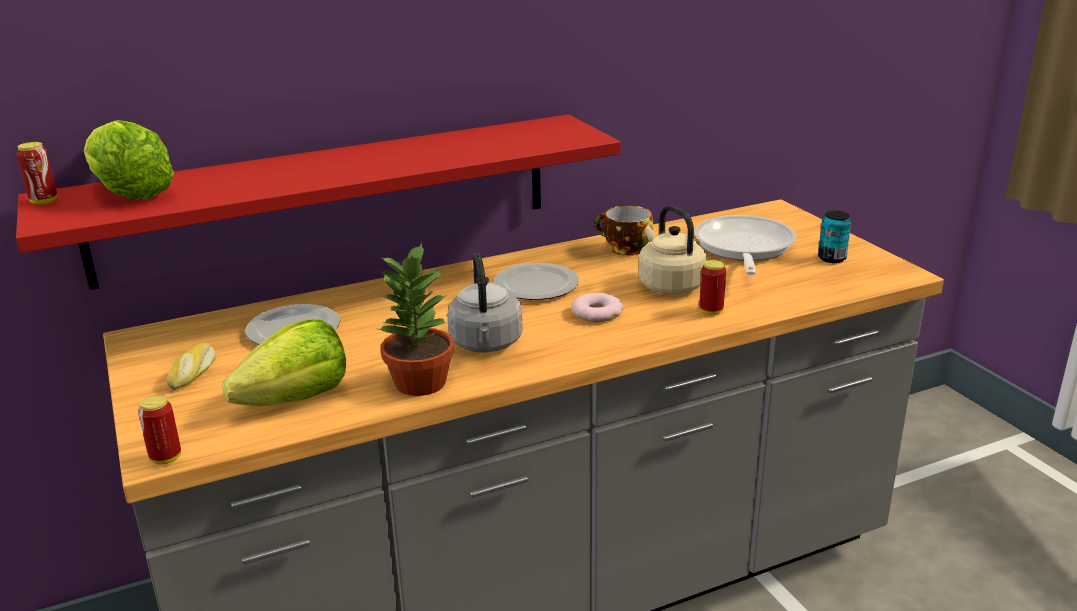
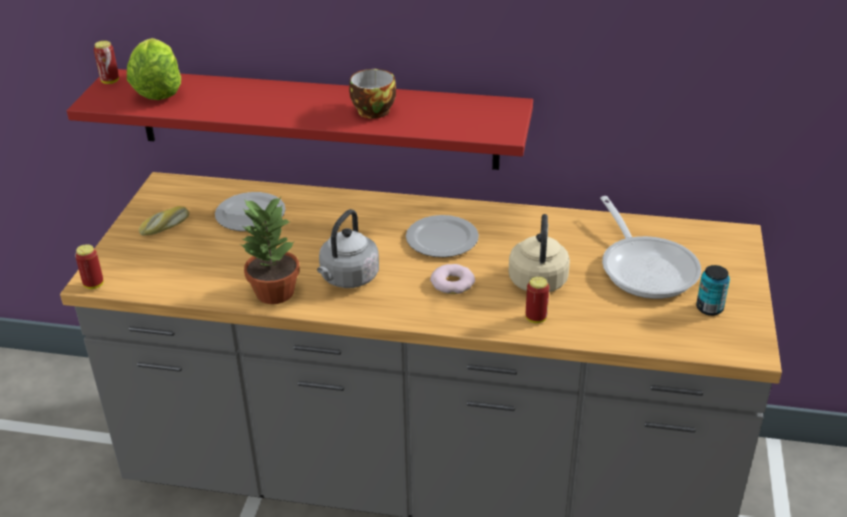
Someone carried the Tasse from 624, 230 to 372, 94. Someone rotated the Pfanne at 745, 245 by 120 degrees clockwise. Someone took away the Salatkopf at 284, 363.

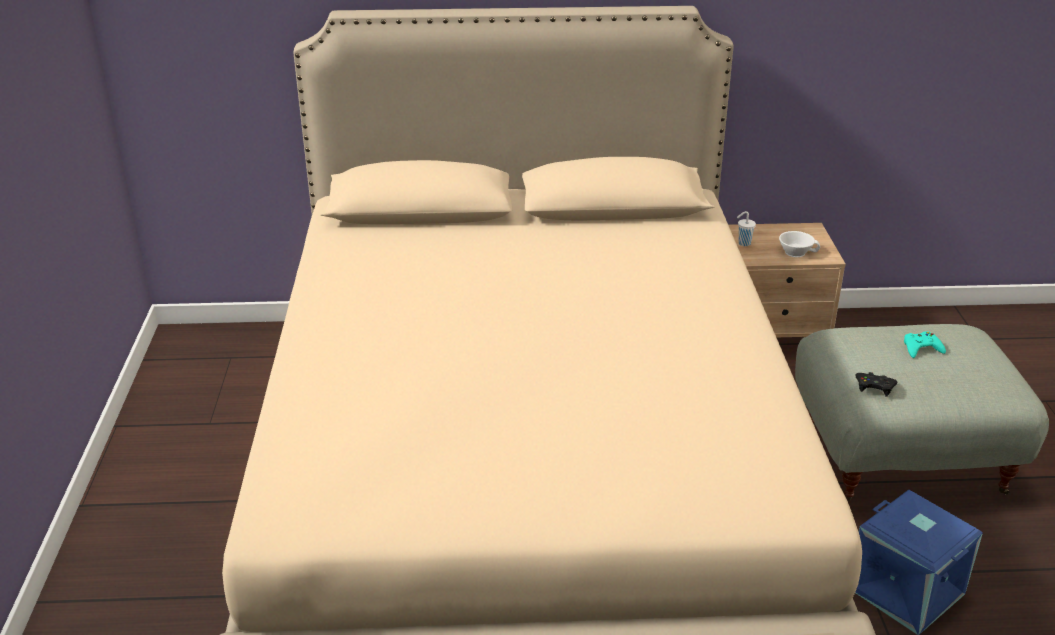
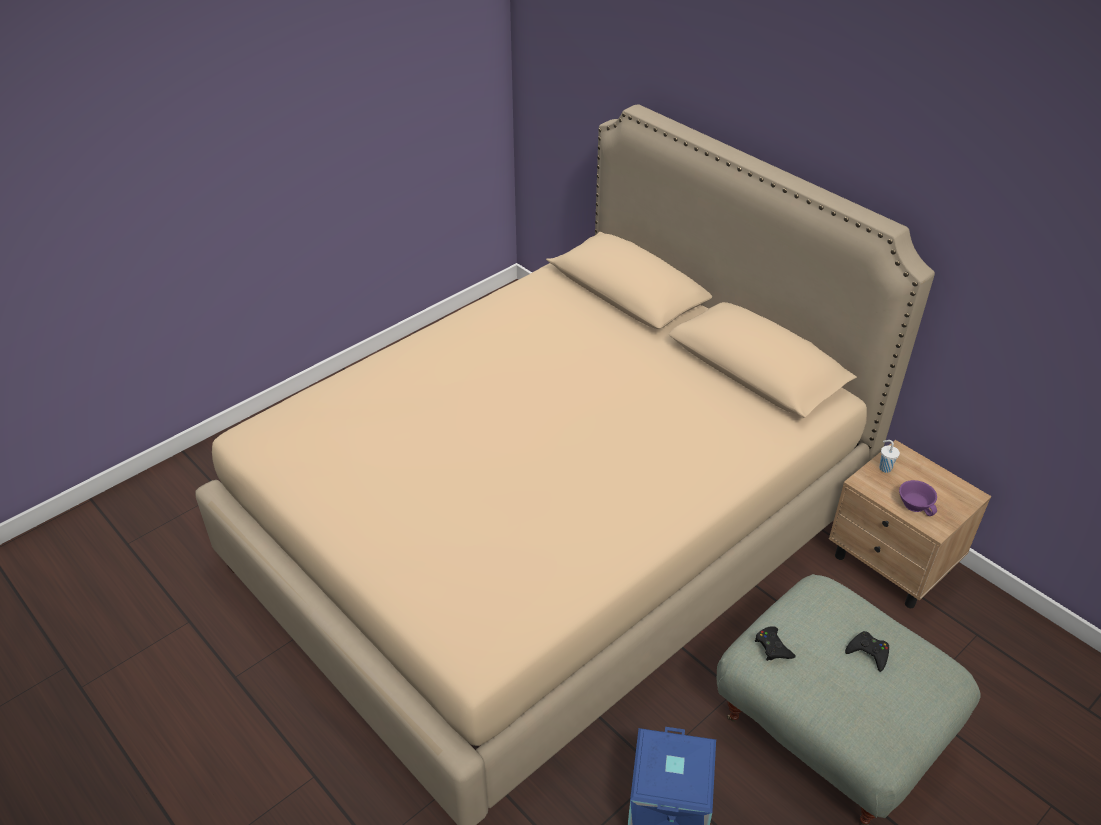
Someone repainted the Gamepad (türkis) at 925, 344, which became the Gamepad (schwarz) at 867, 651. Someone repainted the Tasse (weiß) at 799, 244, which became the Tasse (lila) at 918, 498.

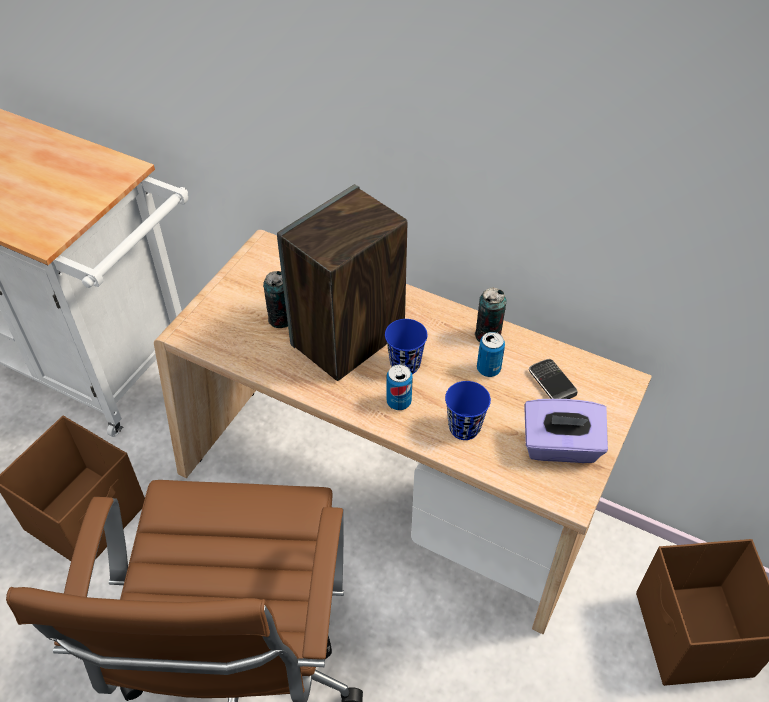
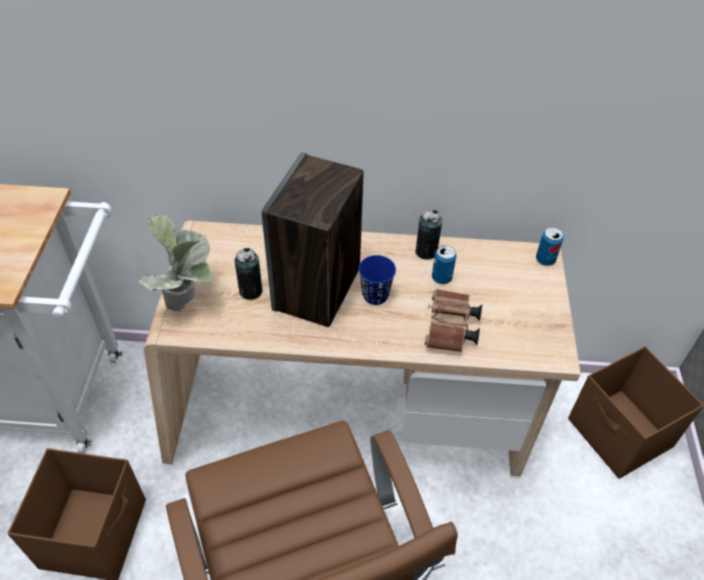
Someone put down the Topfpflanze at 175, 263. Someone swapped the Tasse (blau) at 468, 410 for the Fernglas (braun) at 453, 320. Someone carried the Dose from 399, 387 to 550, 246. Someone took away the Taschentuchbox (lila) at 566, 431. Someone took away the Handy at 553, 379.

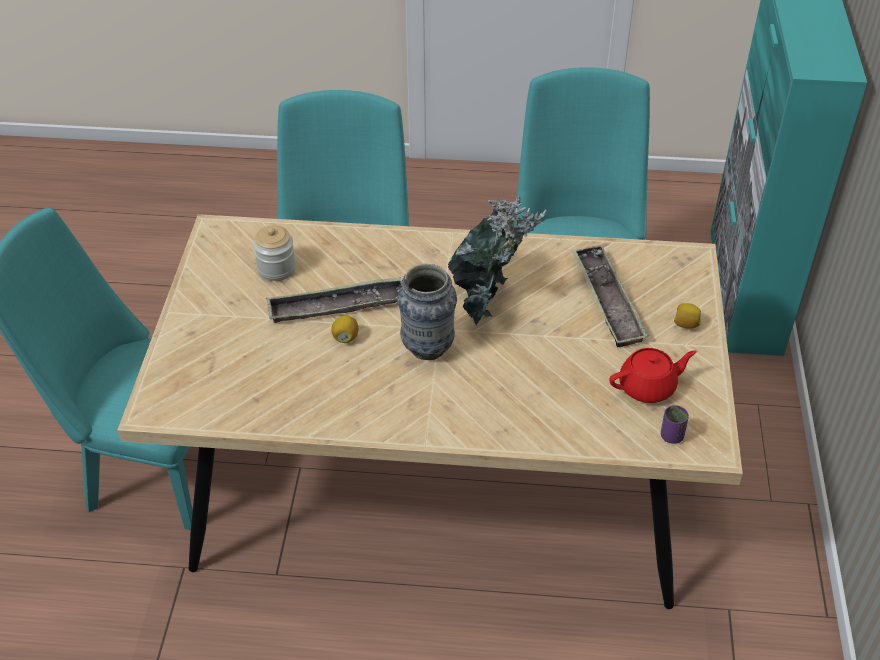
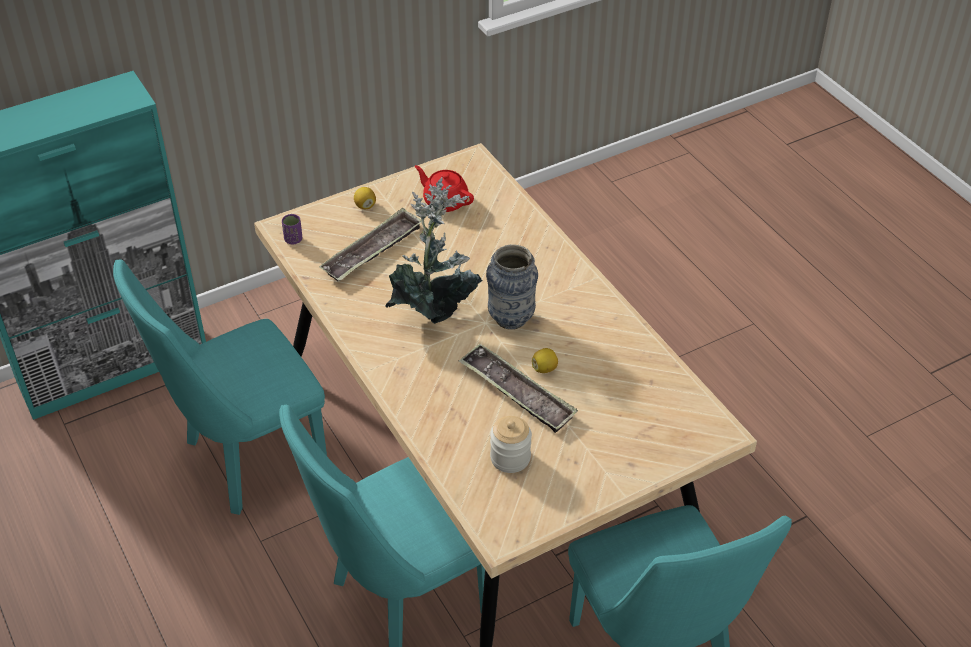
Someone carried the Tasse (lila) from 675, 424 to 292, 229.

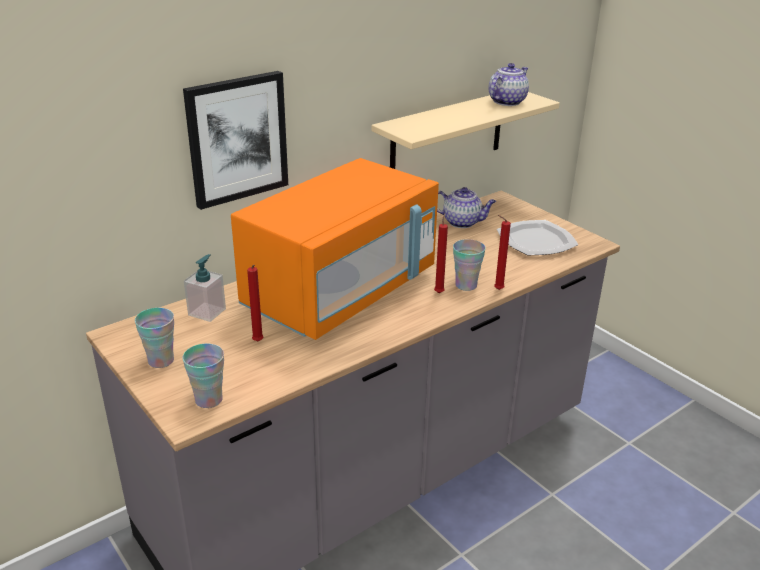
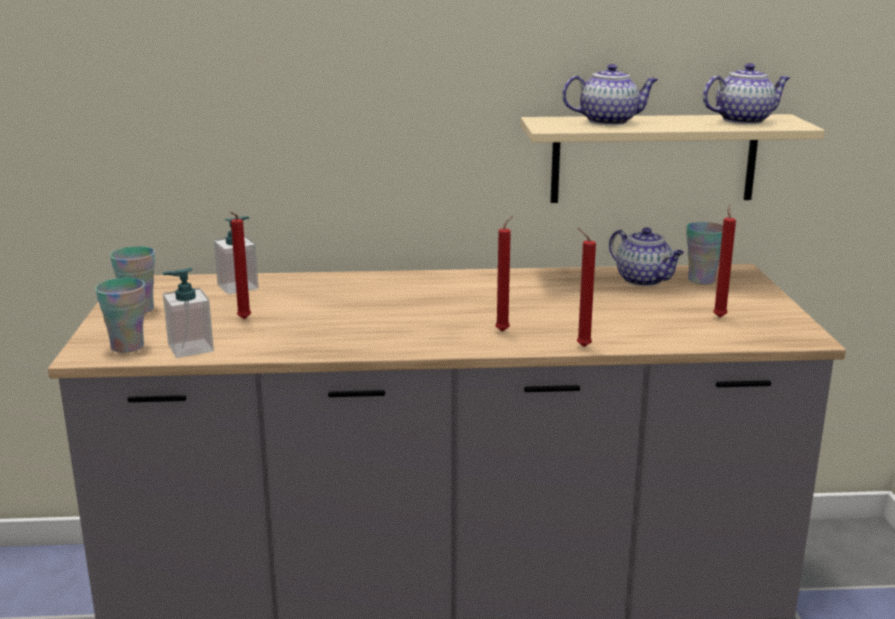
Someone put down the Seifenspender at 188, 313. Someone put down the Teekanne at 610, 94. Someone carried the Tasse from 469, 265 to 705, 253. Someone swapped the Teller at 537, 237 for the Kerze (rot) at 724, 261. Someone took away the Bild at 235, 140. Someone took away the Mikrowelle (orange) at 335, 249.

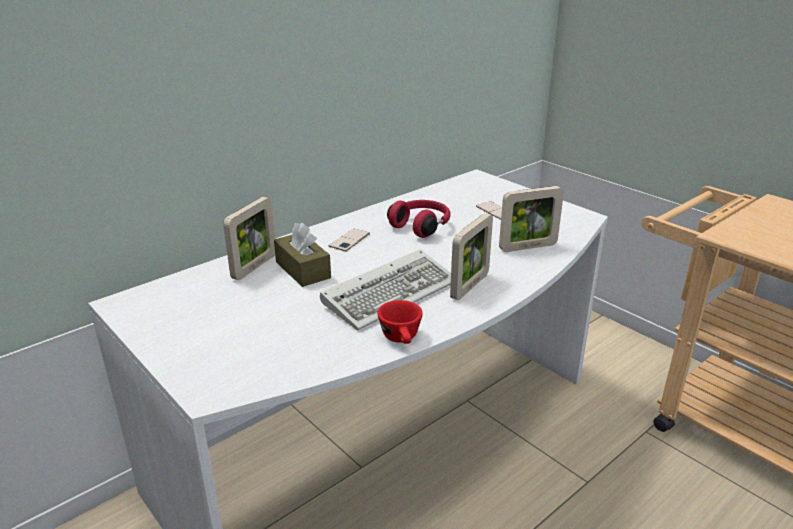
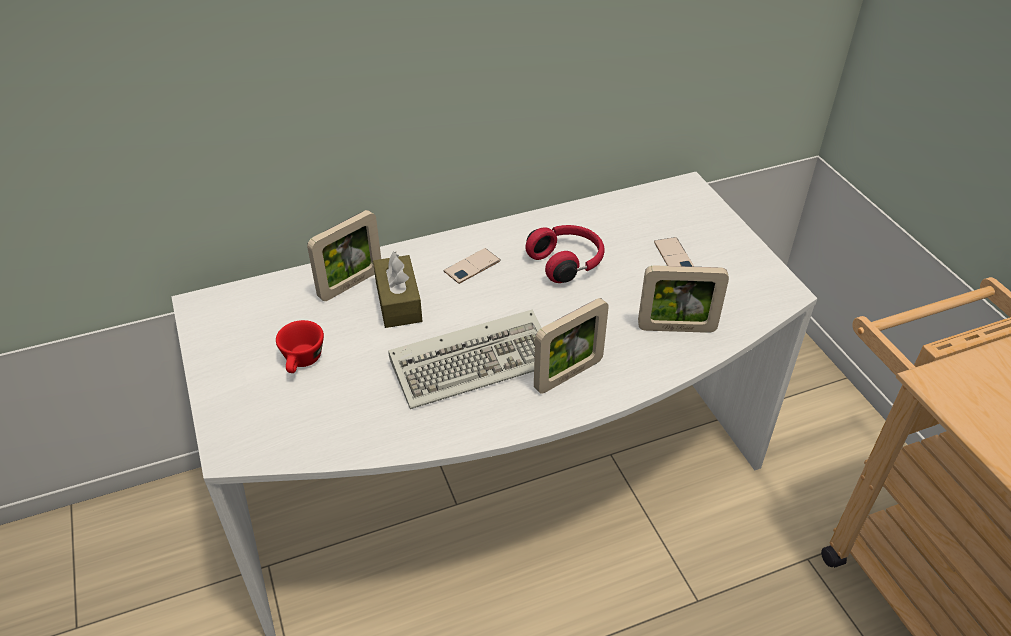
Someone carried the Tasse (rot) from 400, 322 to 300, 346.

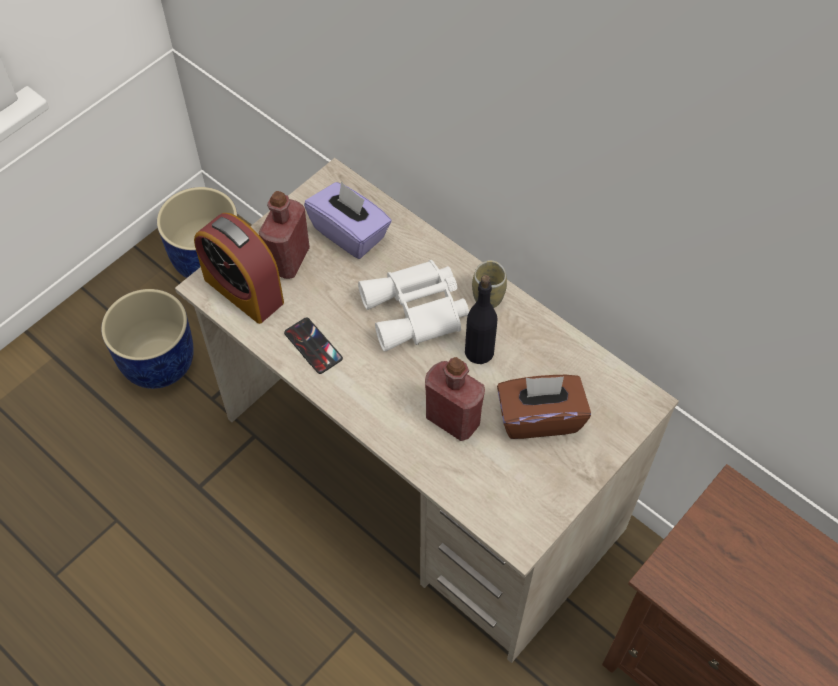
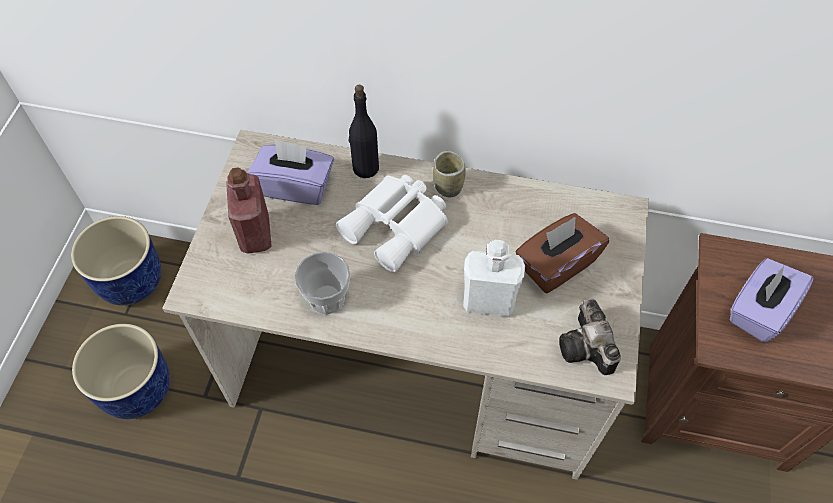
Someone swapped the Handy at 313, 345 for the Tasse at 322, 283. Someone carried the Flasche (schwarz) from 481, 319 to 364, 131. Someone repainted the Flasche (rot) at 455, 399, which became the Flasche (weiß) at 494, 278. Someone put down the Kamera at 590, 337. Someone put down the Taschentuchbox (lila) at 772, 300. Someone took away the Wecker at 239, 268.

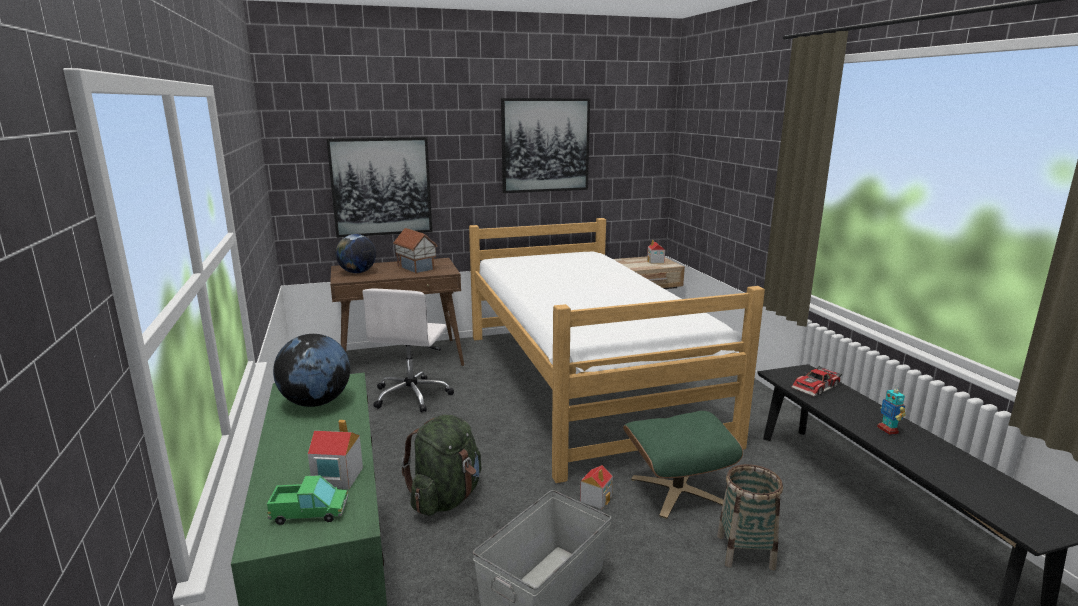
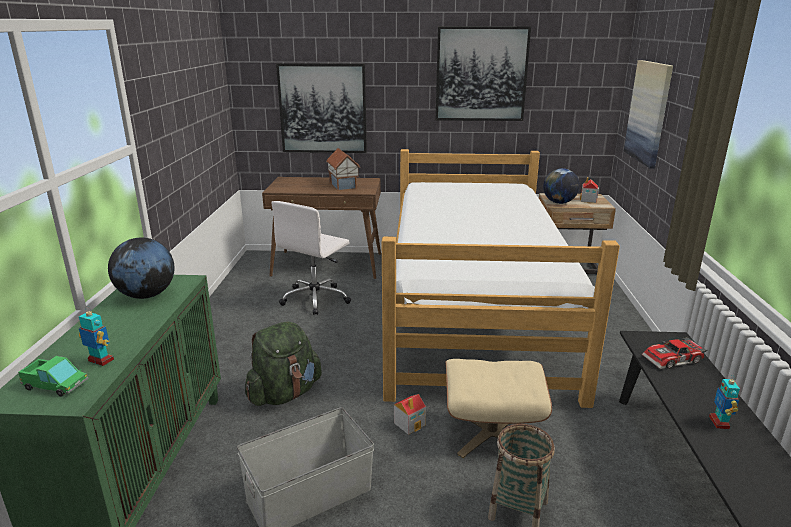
Someone swapped the Spielzeughaus at 335, 454 for the Spielzeugroboter at 96, 336. Someone repainted the Polsterhocker (grün) at 683, 465, which became the Polsterhocker (beige) at 498, 408. Someone carried the Globus from 356, 253 to 561, 186. Someone put up the Bild at 648, 114.

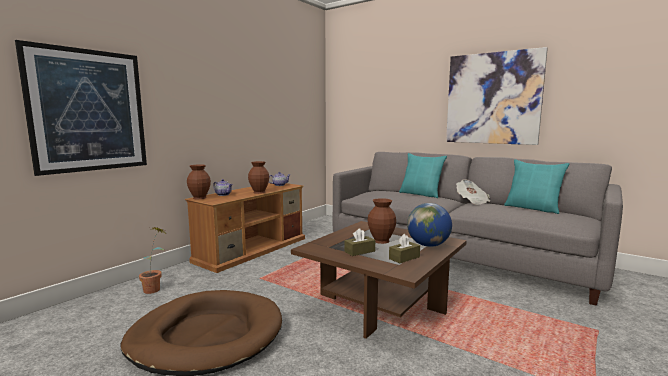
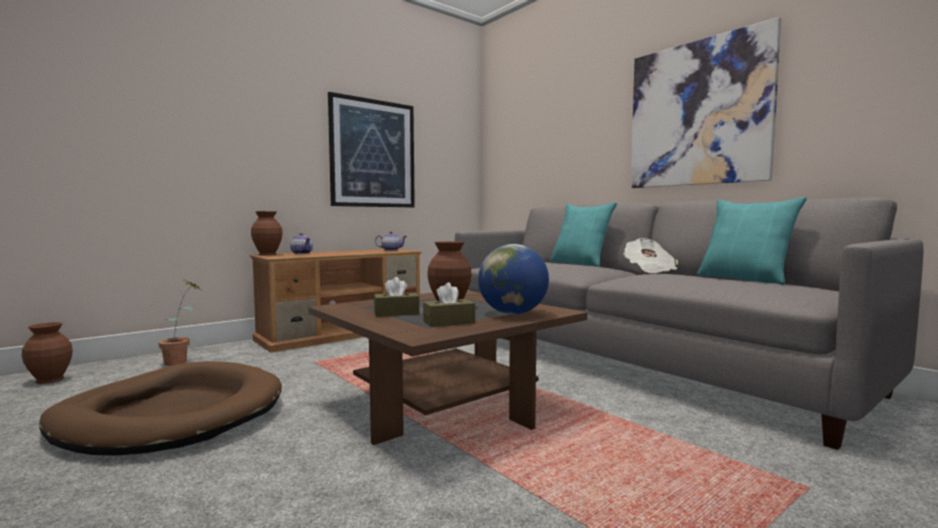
Someone carried the Vase (braun) from 258, 177 to 47, 353. Someone carried the Bild from 81, 108 to 371, 149.

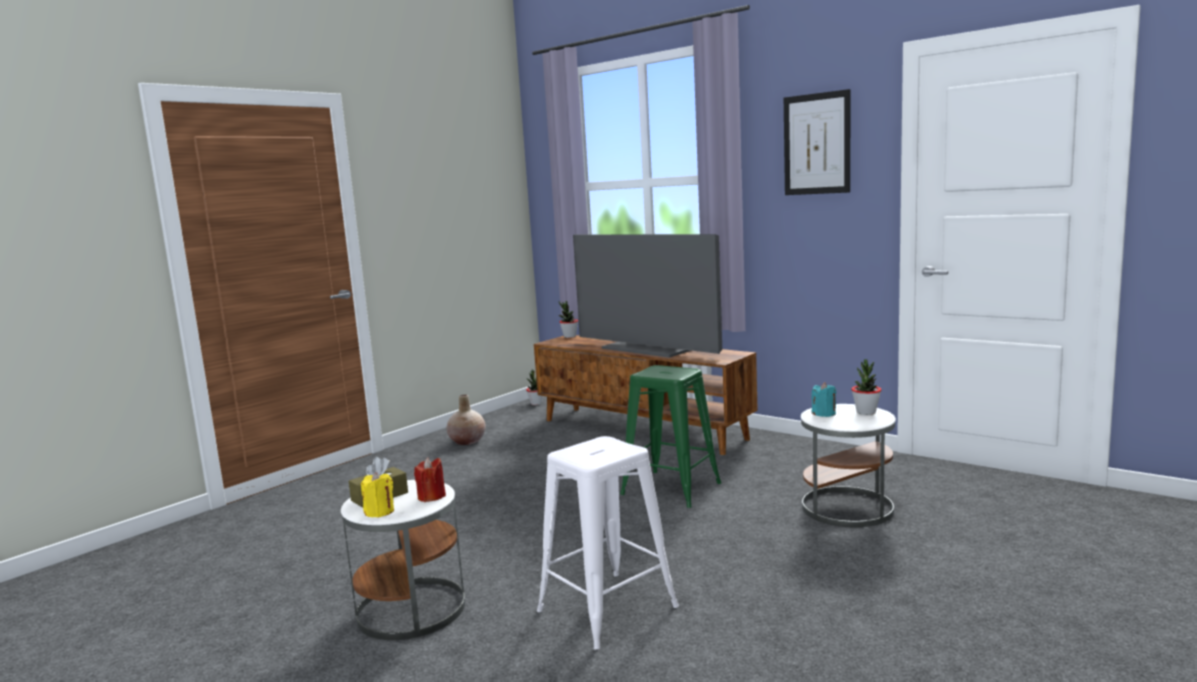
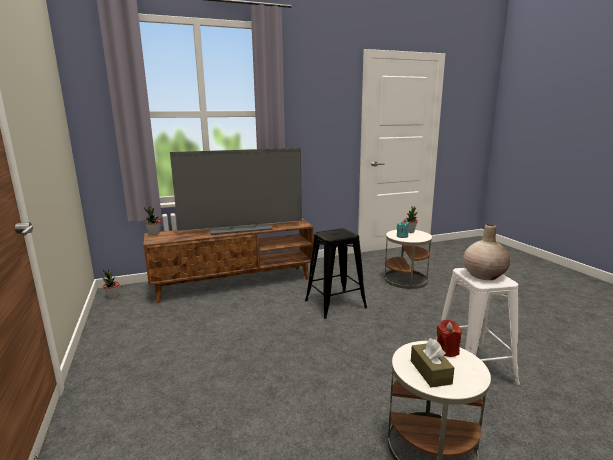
Someone repainted the Hocker (grün) at 670, 436, which became the Hocker (schwarz) at 336, 273. Someone carried the Vase (beige) from 466, 420 to 486, 252. Someone took away the Kerze (gelb) at 377, 495. Someone took away the Bild at 817, 142.

